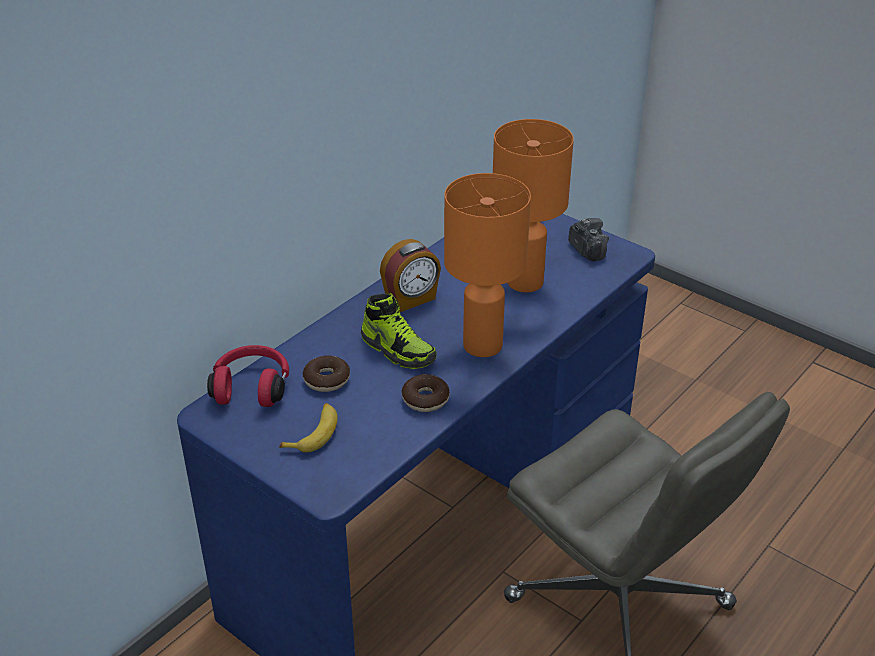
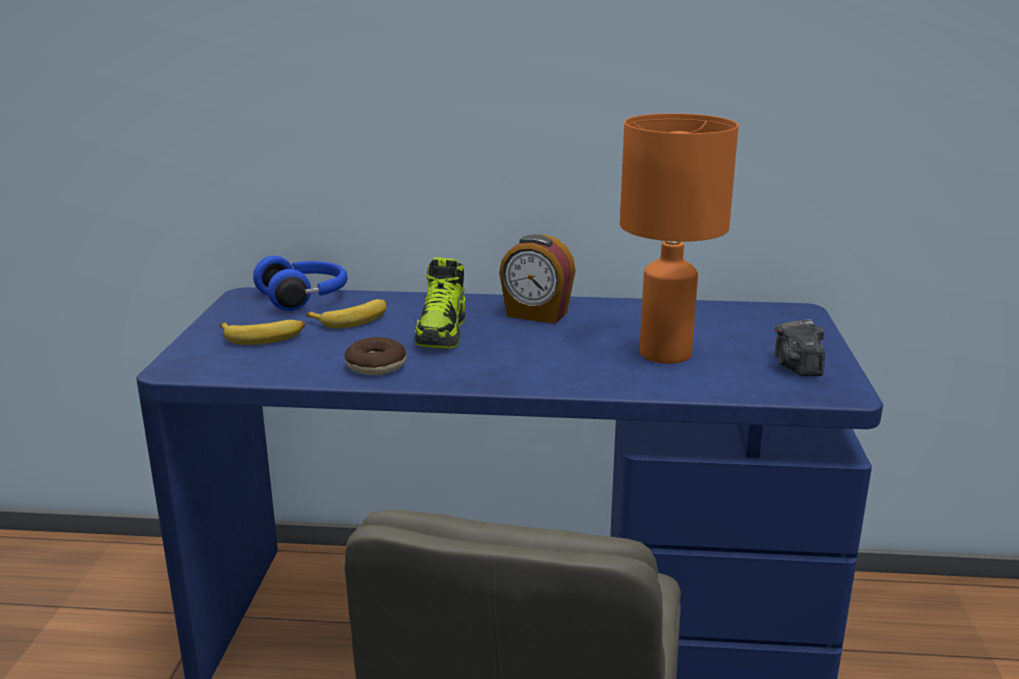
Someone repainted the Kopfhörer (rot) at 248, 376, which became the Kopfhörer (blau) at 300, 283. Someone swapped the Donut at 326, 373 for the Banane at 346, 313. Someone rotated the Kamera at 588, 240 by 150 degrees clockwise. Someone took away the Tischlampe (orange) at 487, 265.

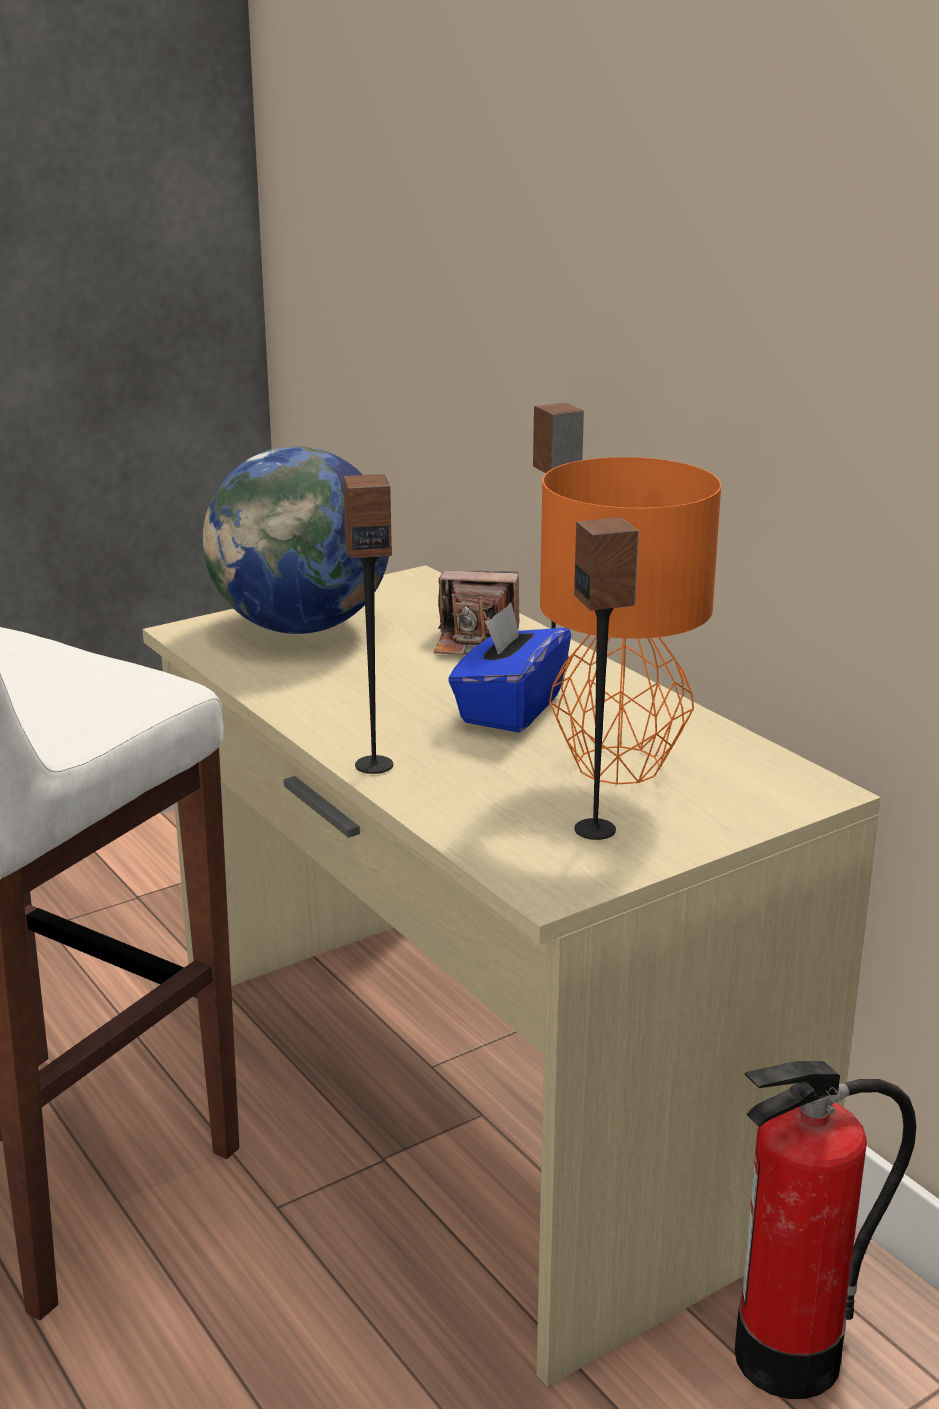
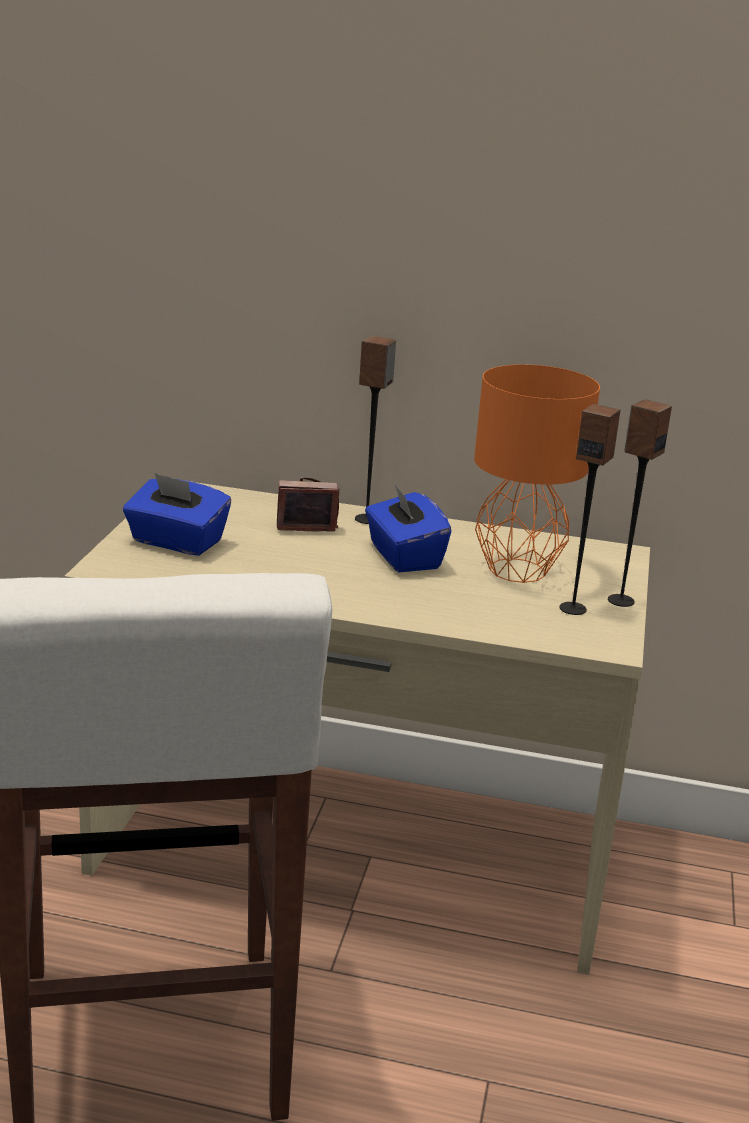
Someone swapped the Globus at 296, 540 for the Taschentuchbox (blau) at 177, 514. Someone rotated the Kamera at 476, 612 by 150 degrees counterclockwise. Someone carried the Lautsprecher from 368, 624 to 640, 503. Someone took away the Feuerlöscher at 825, 1230.

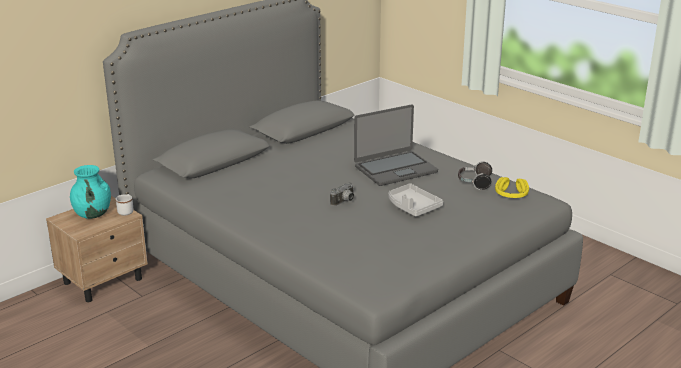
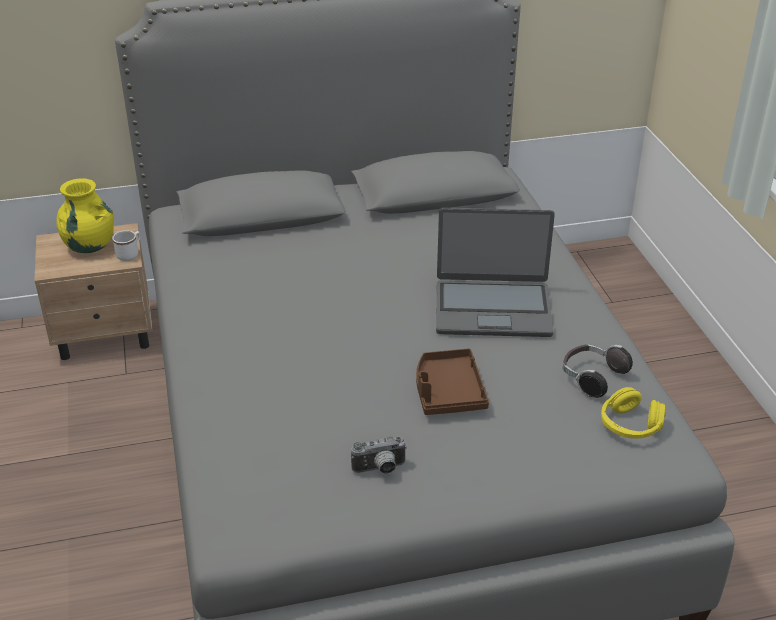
Someone repainted the Vase (türkis) at 90, 192, which became the Vase (gelb) at 85, 215. Someone carried the Kamera from 342, 194 to 379, 455. Someone repainted the Tablett (grau) at 415, 200, which became the Tablett (braun) at 452, 381.

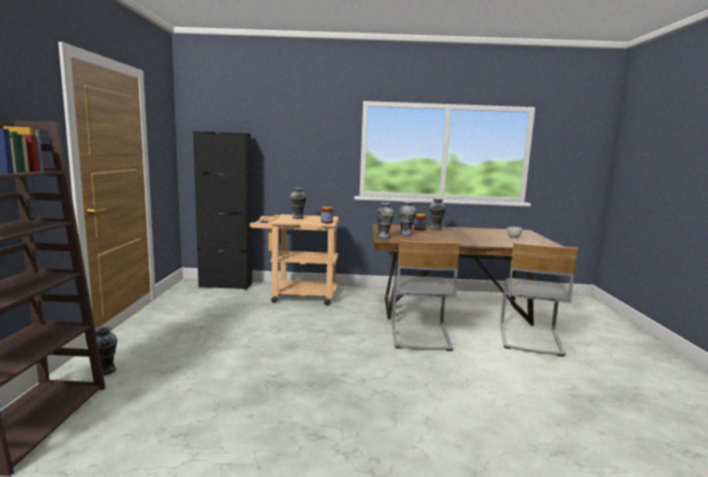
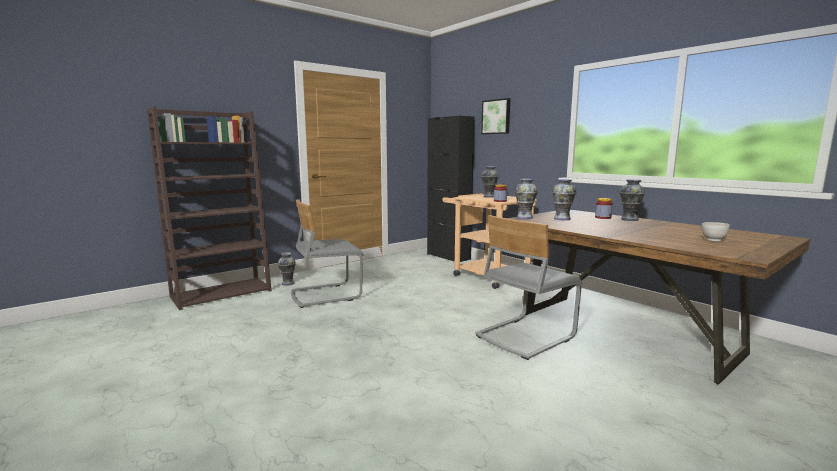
Someone carried the Stuhl (grau) from 539, 299 to 327, 253. Someone put up the Bild at 495, 116.

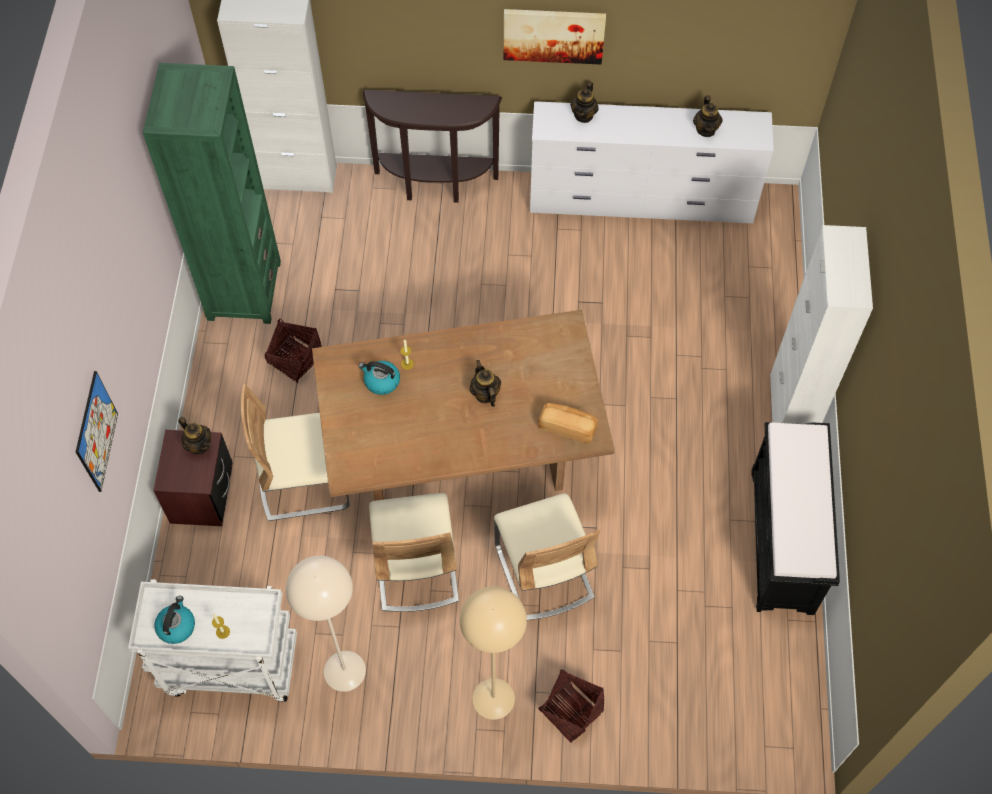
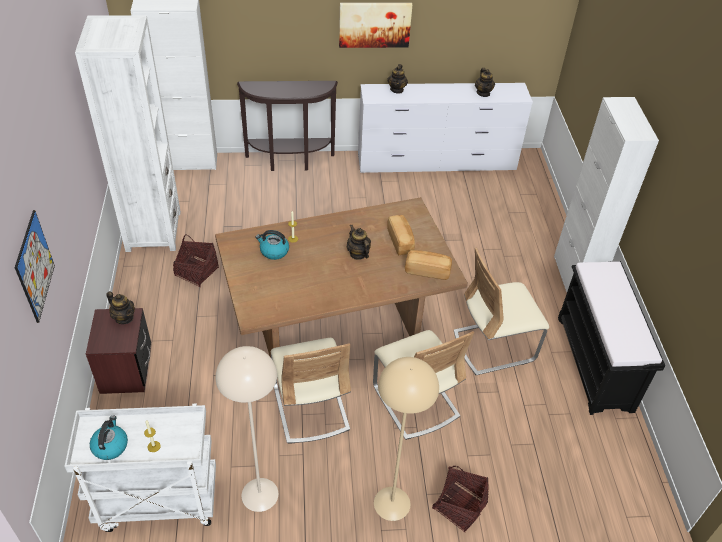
Someone repainted the Bücherregal (grün) at 212, 193, which became the Bücherregal (weiß) at 128, 134. Someone put down the Brot at 401, 235. Someone carried the Stuhl (beige) from 295, 452 to 501, 311.

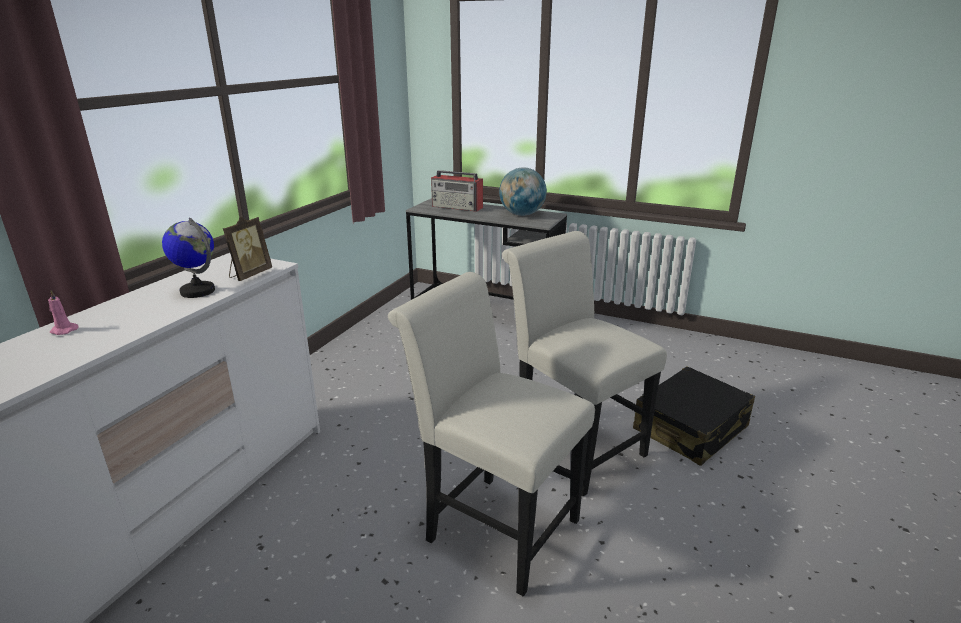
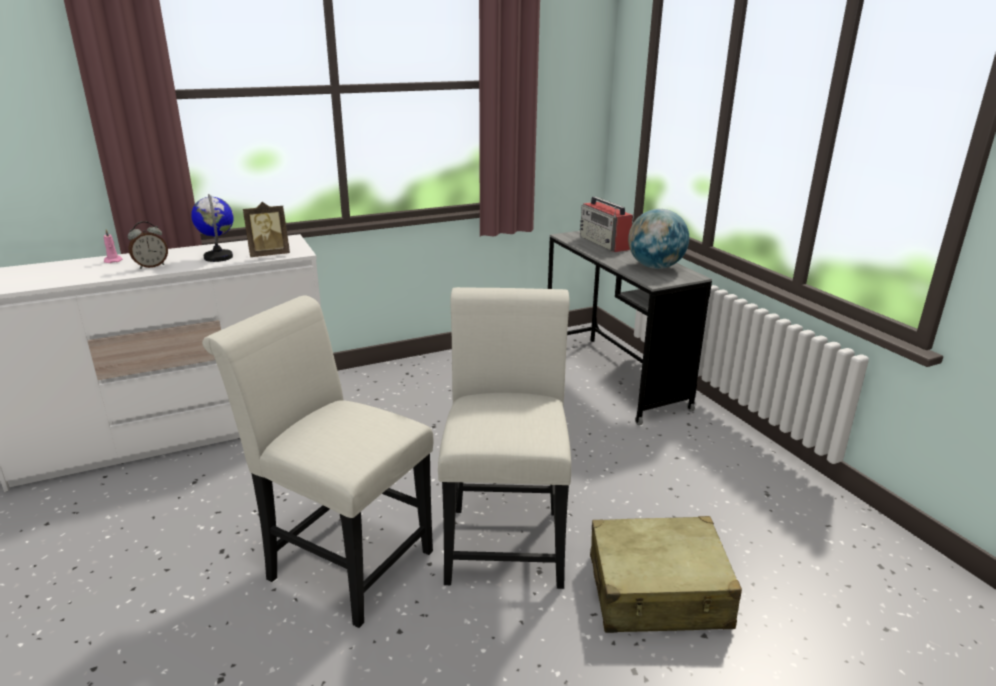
Someone put down the Wecker at 148, 245. Someone rotated the Stuhl (weiß) at 491, 434 by 45 degrees counterclockwise. Someone repainted the Koffer (schwarz) at 694, 416, which became the Koffer (beige) at 666, 574.

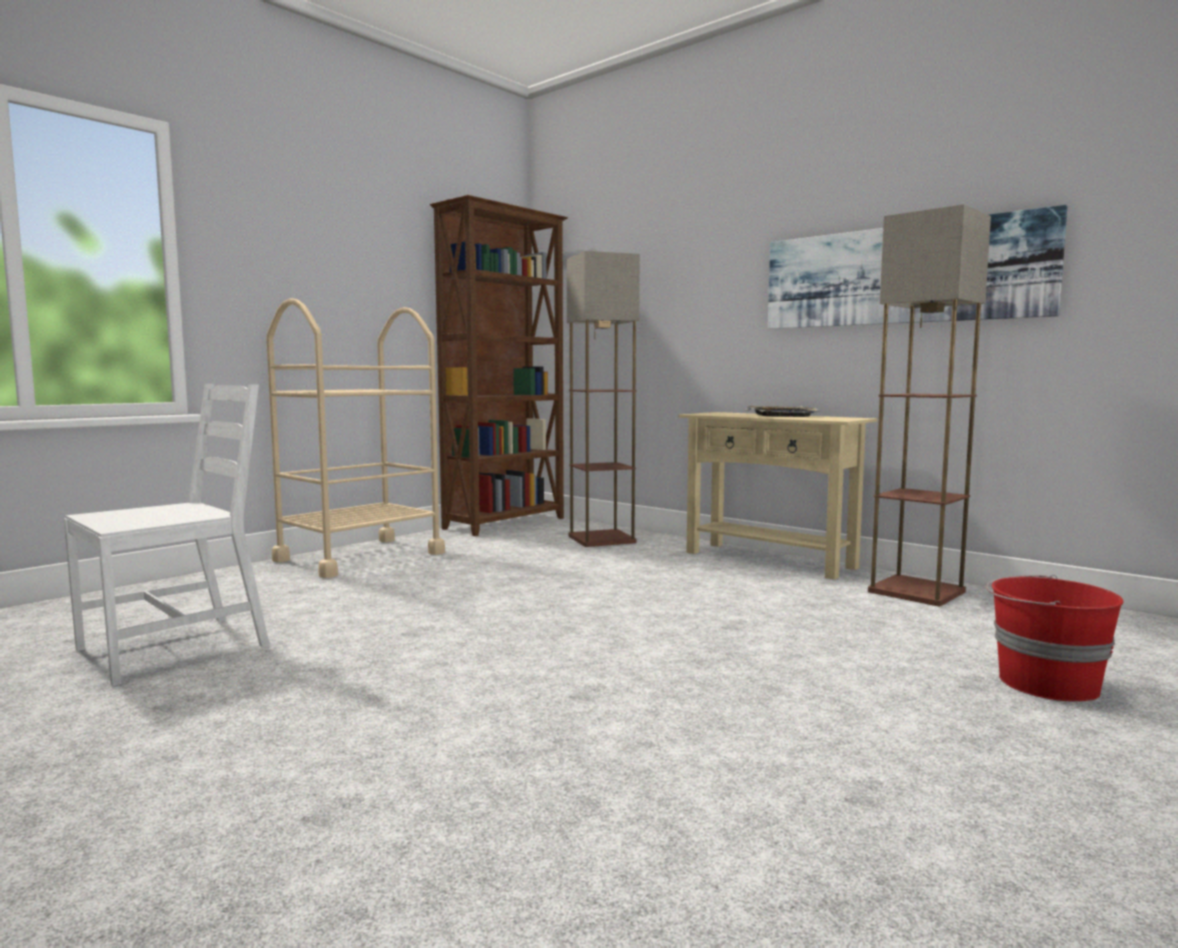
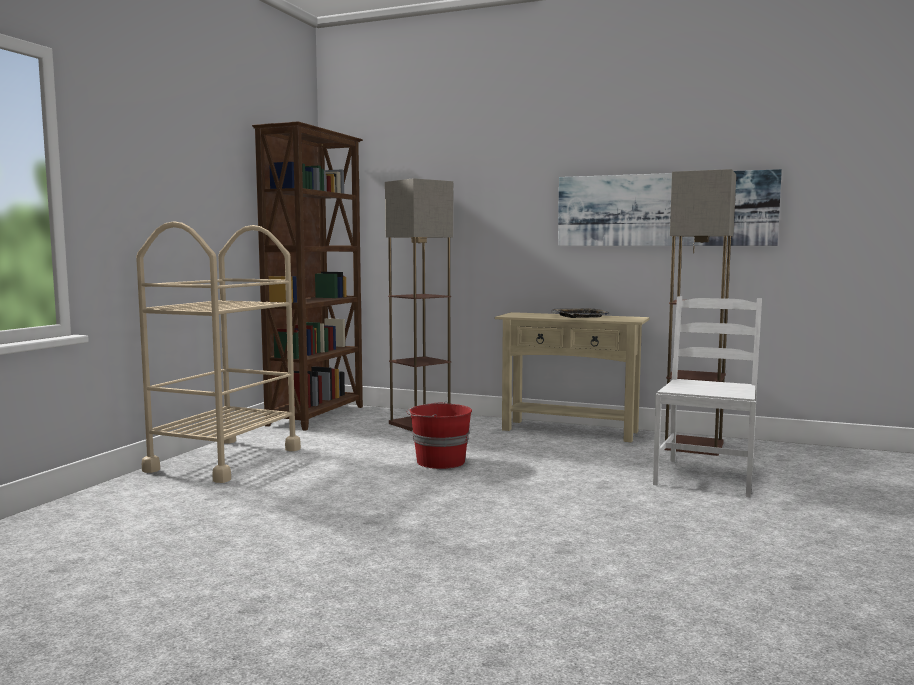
Someone carried the Eimer (rot) from 1055, 638 to 439, 435. Someone carried the Stuhl (weiß) from 167, 535 to 707, 396.

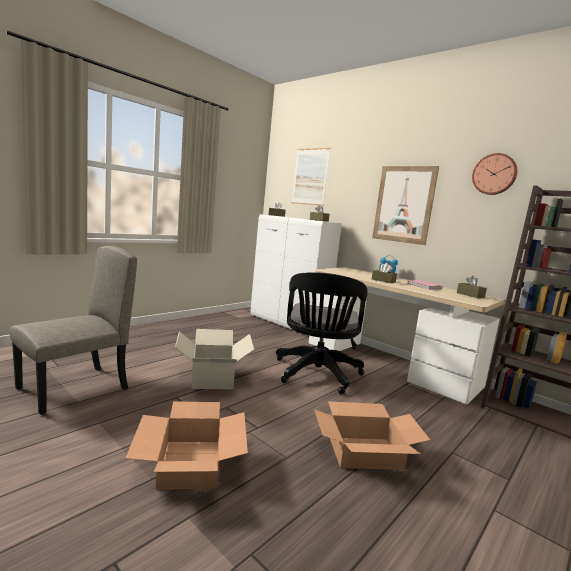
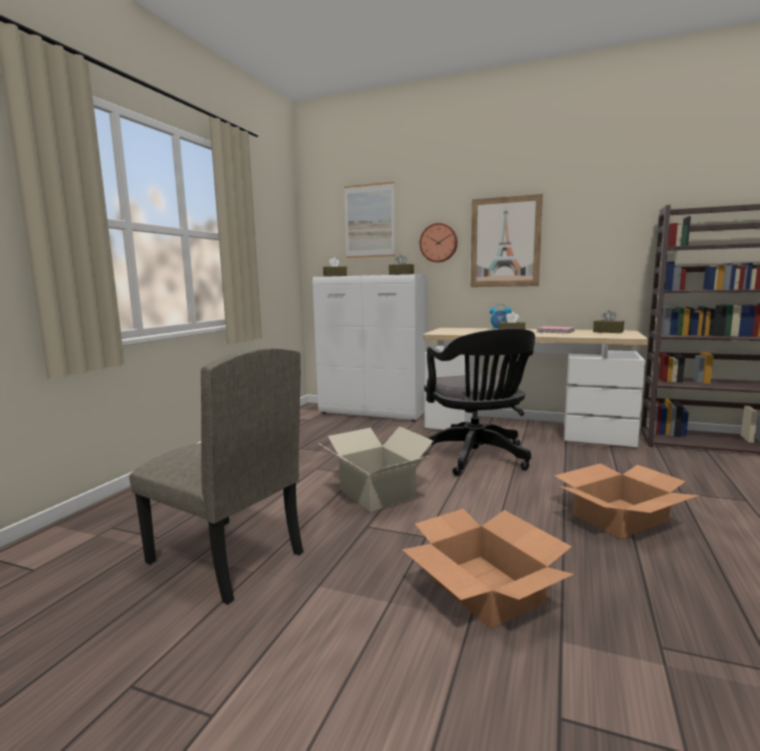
Someone rotated the Stuhl (beige) at 73, 330 by 105 degrees clockwise. Someone carried the Wanduhr from 494, 174 to 439, 242.

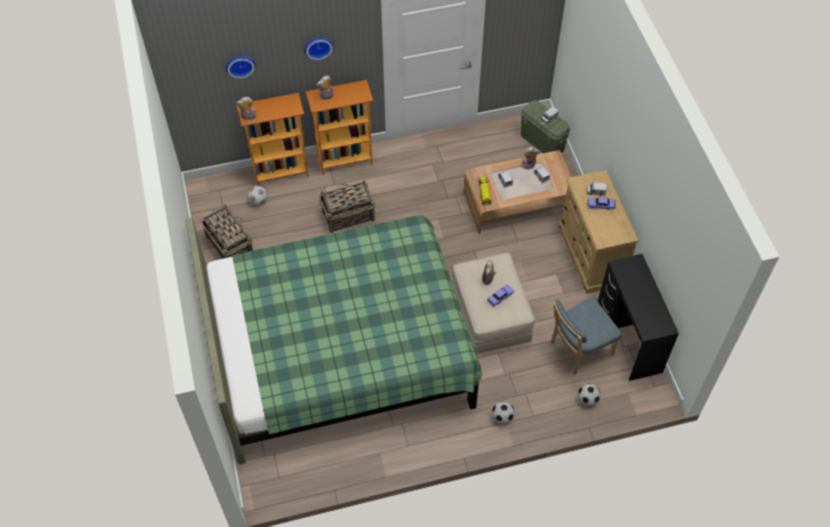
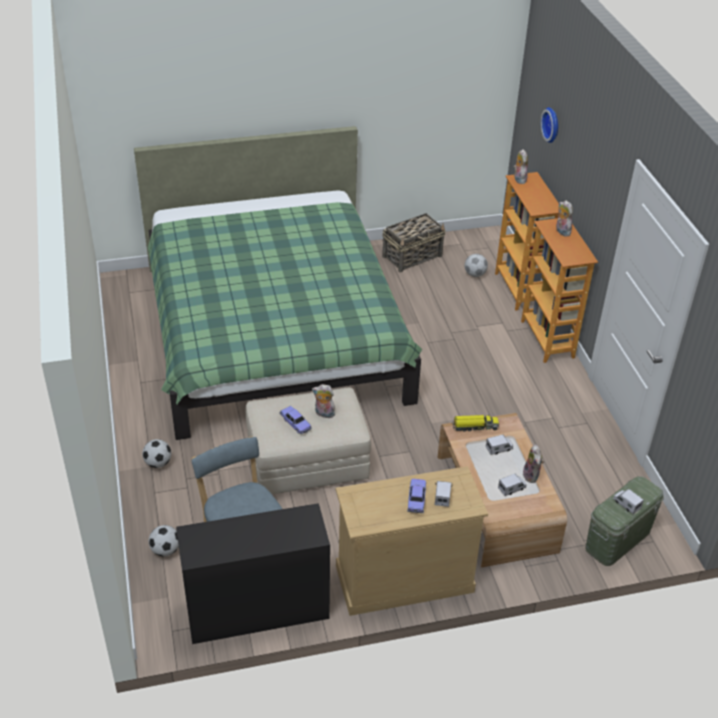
Someone took away the Wanduhr at 318, 48. Someone took away the Korb at 347, 206.

